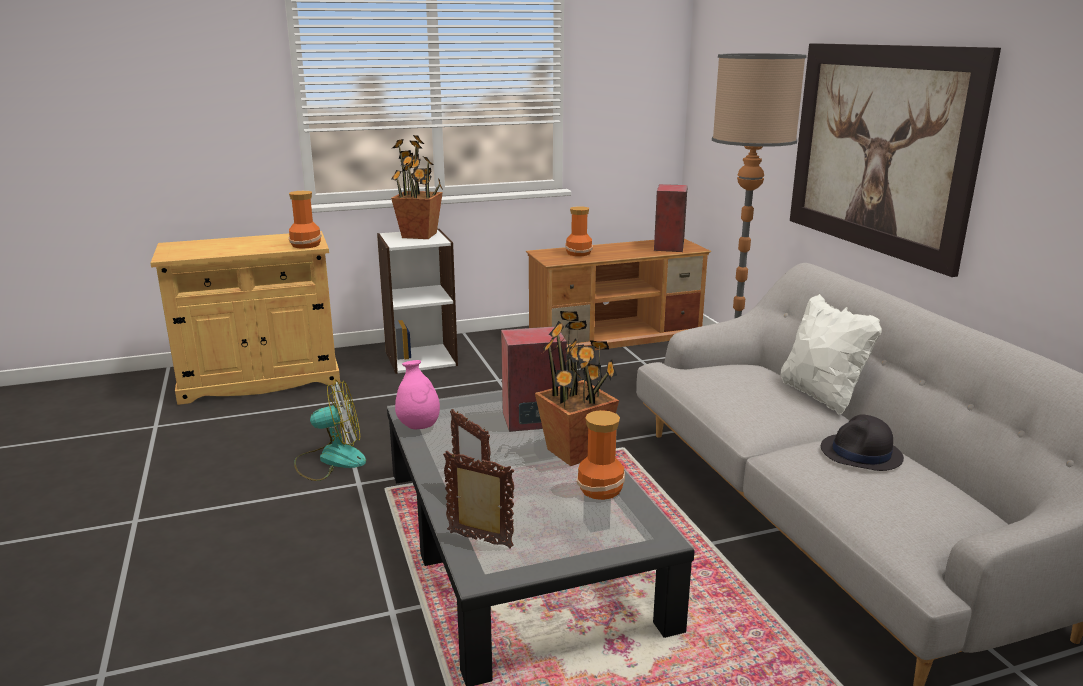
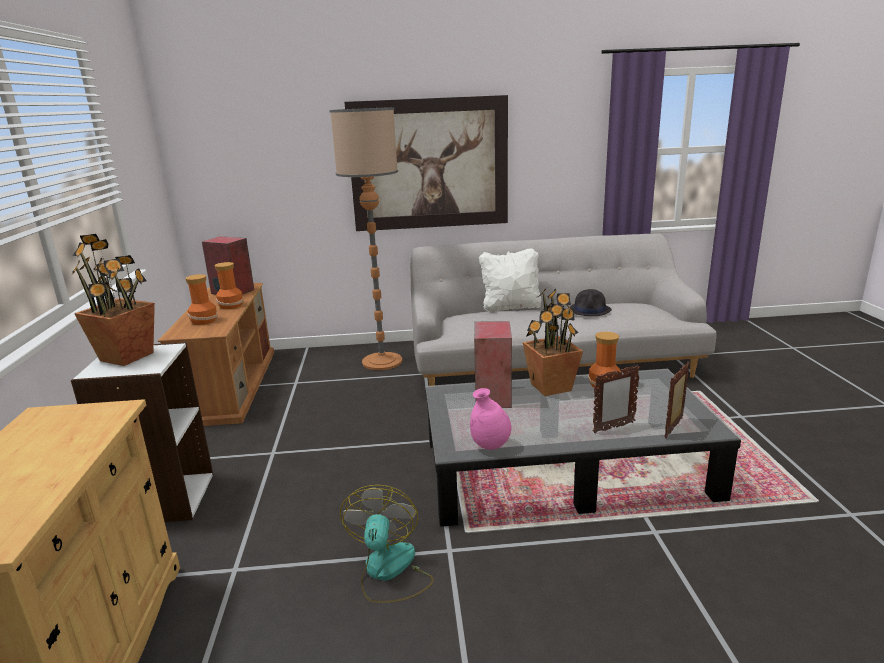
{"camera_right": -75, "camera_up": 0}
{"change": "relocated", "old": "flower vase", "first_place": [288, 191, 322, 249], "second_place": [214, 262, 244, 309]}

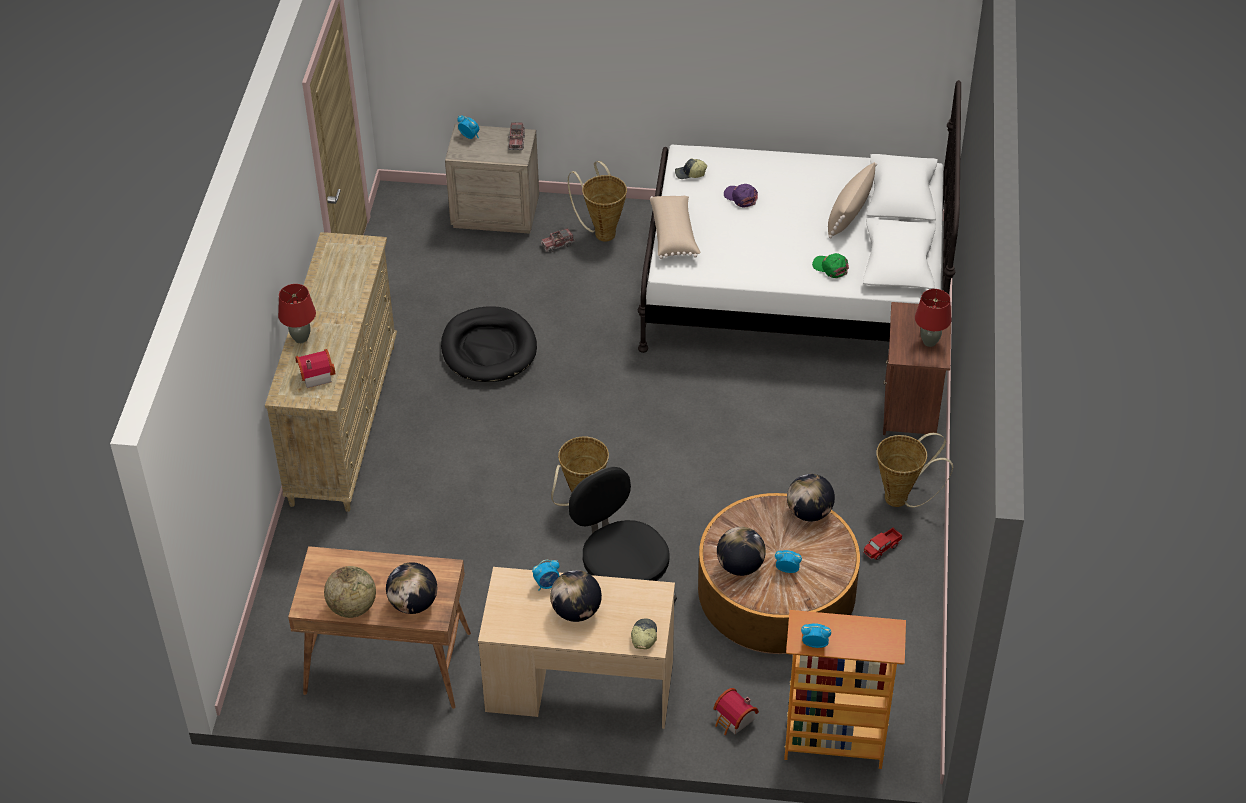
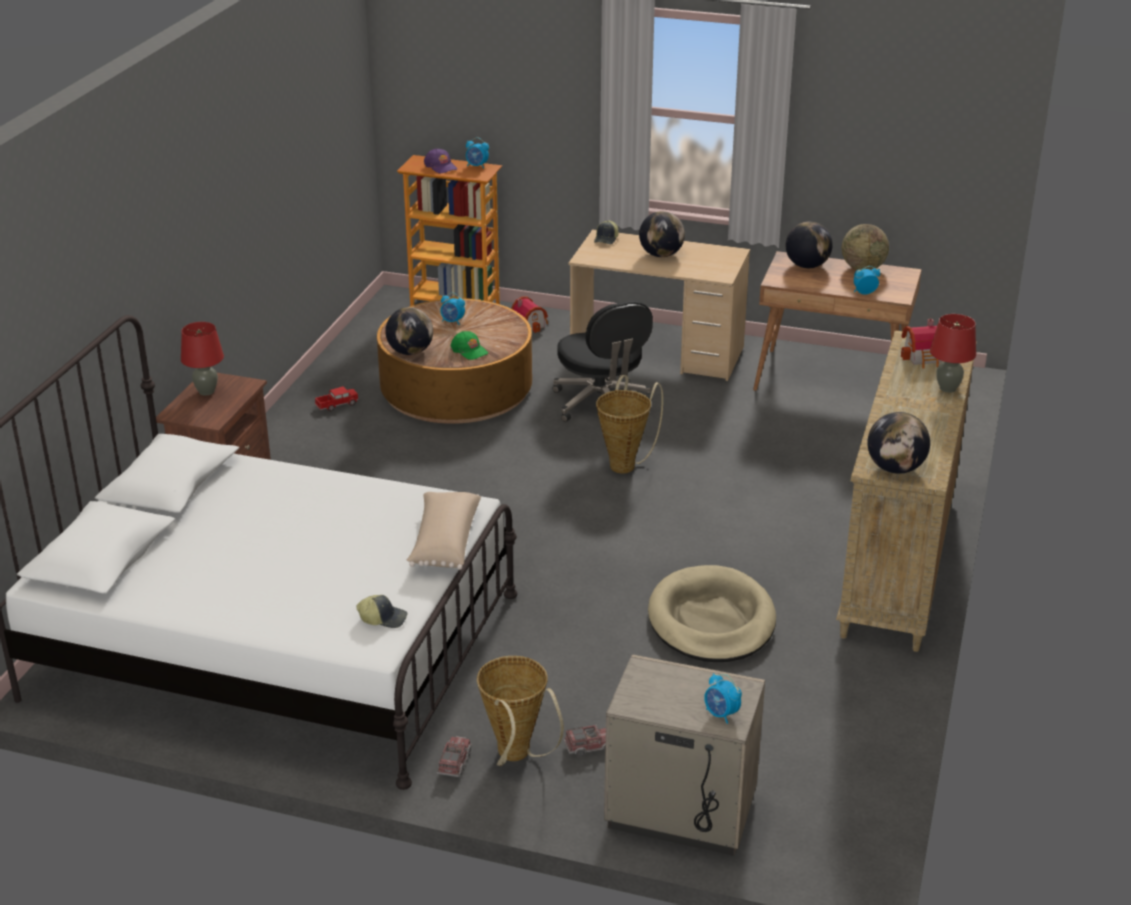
{"camera_right": -170, "camera_up": -15}
{"change": "colour", "old": "black dog cushion", "new": "sand-coloured dog cushion", "first_place": [441, 306, 537, 382], "second_place": [648, 565, 776, 662]}
{"change": "relocated", "old": "toy truck", "first_place": [508, 122, 525, 150], "second_place": [437, 736, 472, 777]}
{"change": "relocated", "old": "bedside clock", "first_place": [532, 560, 560, 591], "second_place": [854, 266, 880, 295]}
{"change": "relocated", "old": "globe", "first_place": [717, 527, 766, 576], "second_place": [867, 412, 930, 474]}
{"change": "relocated", "old": "purplish baseball cap", "first_place": [724, 184, 758, 208], "second_place": [424, 148, 457, 174]}
{"change": "relocated", "old": "green-coloured baseball cap", "first_place": [812, 253, 849, 278], "second_place": [451, 331, 488, 360]}
{"change": "missing", "old": "sand-coloured throw pillow", "first_place": [828, 162, 877, 238]}
{"change": "missing", "old": "household basket", "first_place": [876, 433, 953, 508]}

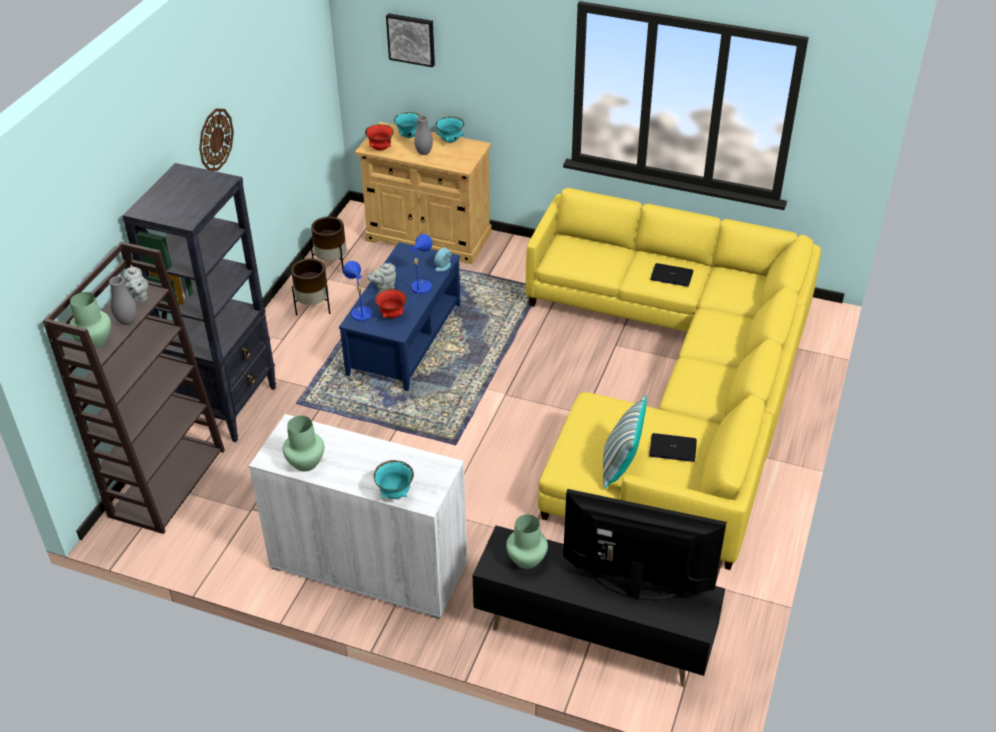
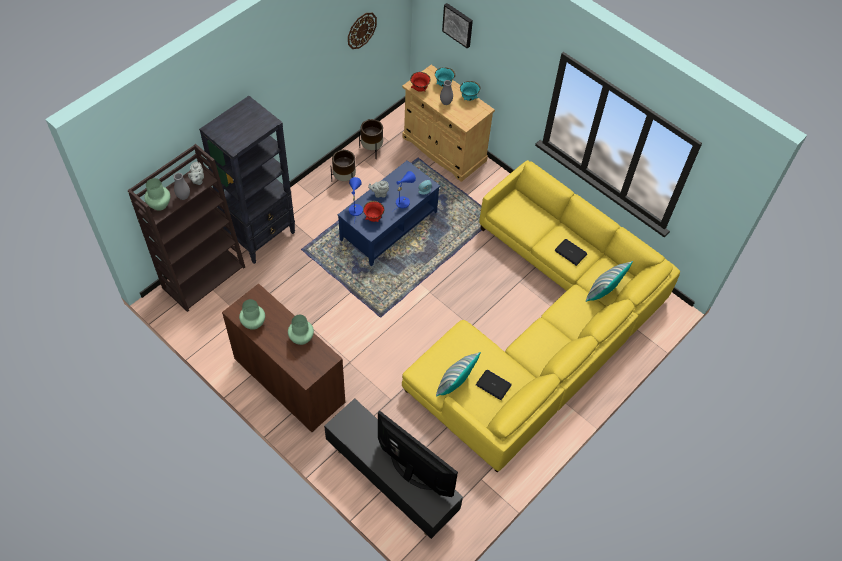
{"camera_right": 20, "camera_up": 15}
{"change": "relocated", "old": "wall clock", "first_place": [199, 109, 234, 171], "second_place": [348, 13, 377, 49]}
{"change": "colour", "old": "white-coloured cupboard", "new": "brown cupboard", "first_place": [249, 414, 467, 619], "second_place": [222, 283, 345, 432]}
{"change": "missing", "old": "turquoise bowl", "first_place": [374, 460, 414, 499]}
{"change": "relocated", "old": "green-coloured flower vase", "first_place": [506, 514, 548, 569], "second_place": [288, 315, 314, 345]}
{"change": "appeared", "new": "throw pillow", "second_place": [586, 261, 633, 302]}

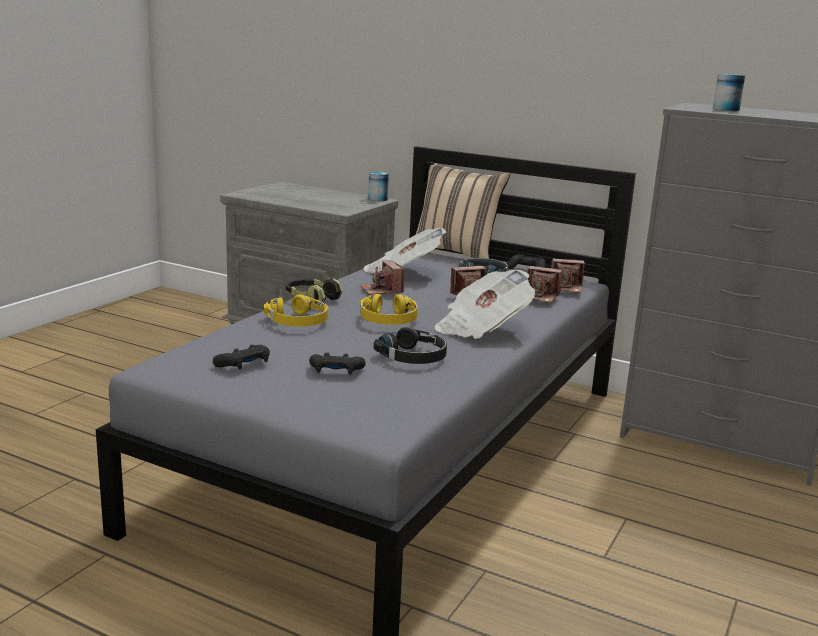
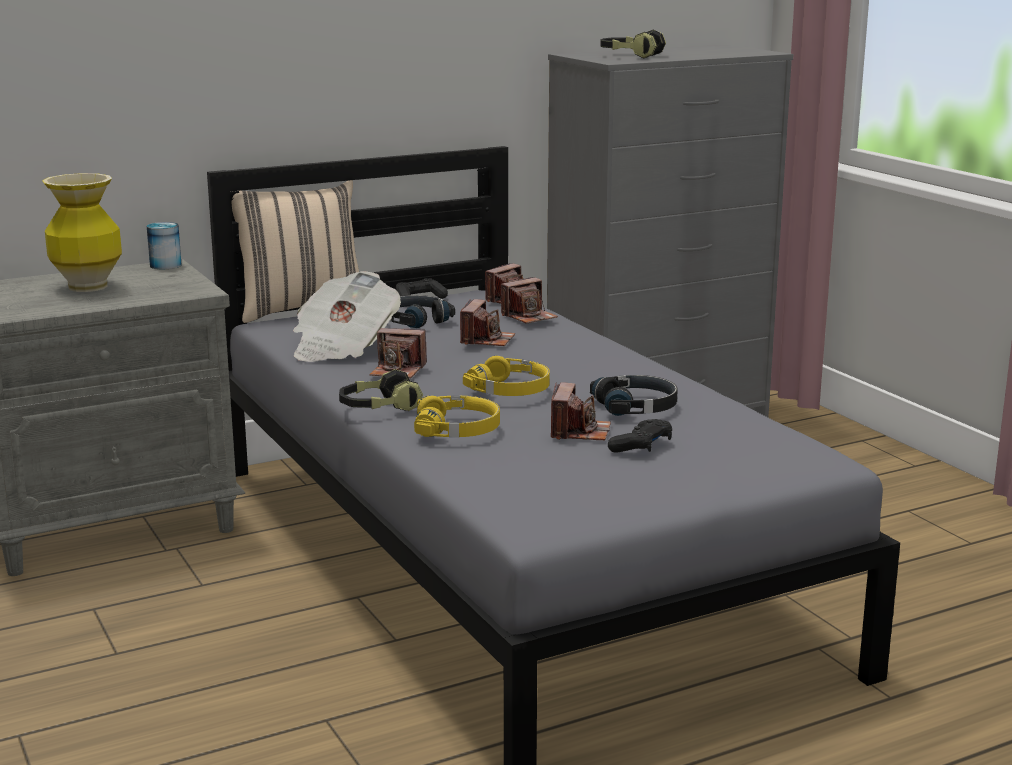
{"camera_right": -55, "camera_up": 0}
{"change": "missing", "old": "black game controller", "first_place": [213, 344, 270, 369]}
{"change": "missing", "old": "daily paper", "first_place": [434, 270, 535, 339]}
{"change": "exchanged", "old": "can", "new": "headset", "first_place": [713, 73, 745, 111], "second_place": [600, 30, 666, 58]}
{"change": "appeared", "new": "flower vase", "second_place": [42, 173, 122, 292]}
{"change": "appeared", "new": "still camera", "second_place": [551, 382, 611, 440]}

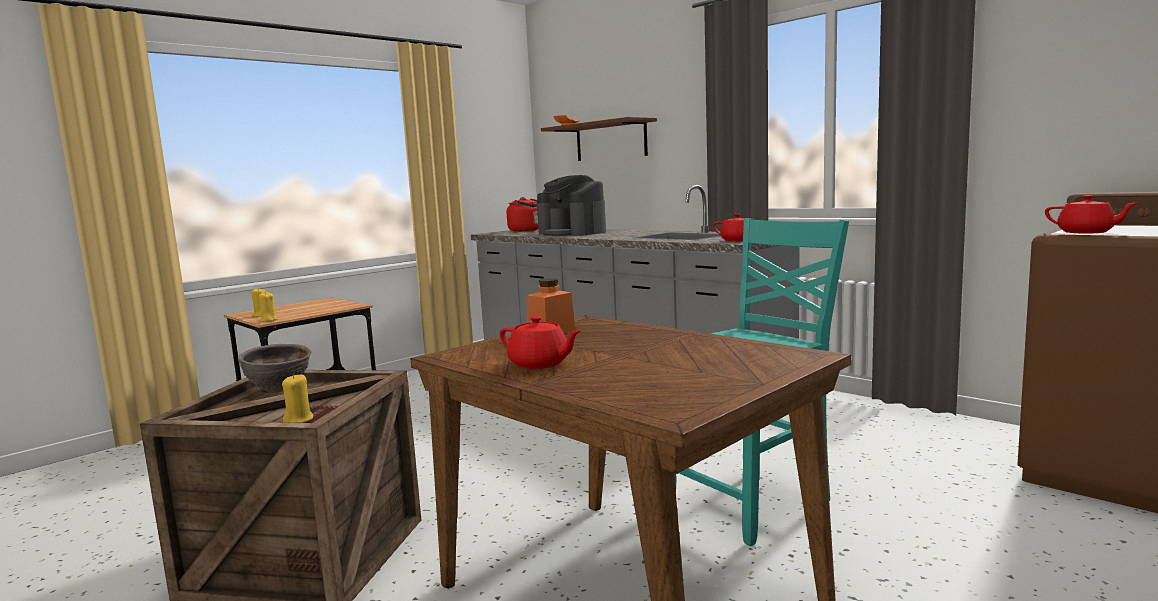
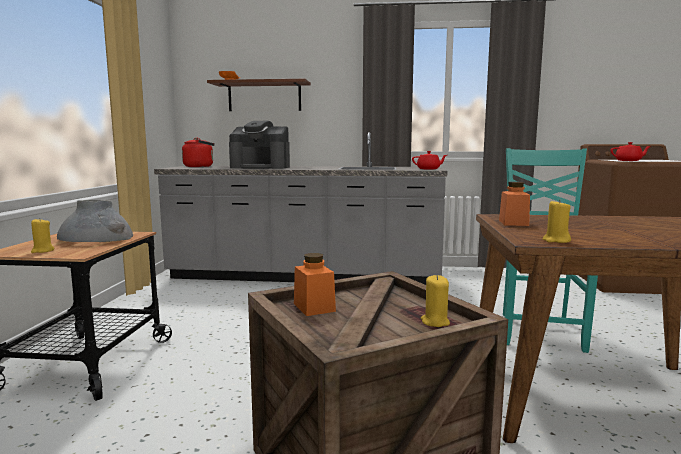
{"camera_right": -40, "camera_up": 0}
{"change": "exchanged", "old": "brown bowl", "new": "orange preserve jar", "first_place": [238, 344, 311, 392], "second_place": [294, 253, 336, 316]}
{"change": "relocated", "old": "yellowish wax light", "first_place": [259, 292, 278, 322], "second_place": [543, 199, 571, 243]}
{"change": "missing", "old": "reddish teapot", "first_place": [500, 316, 582, 369]}
{"change": "appeared", "new": "grey flower vase", "second_place": [57, 200, 133, 242]}

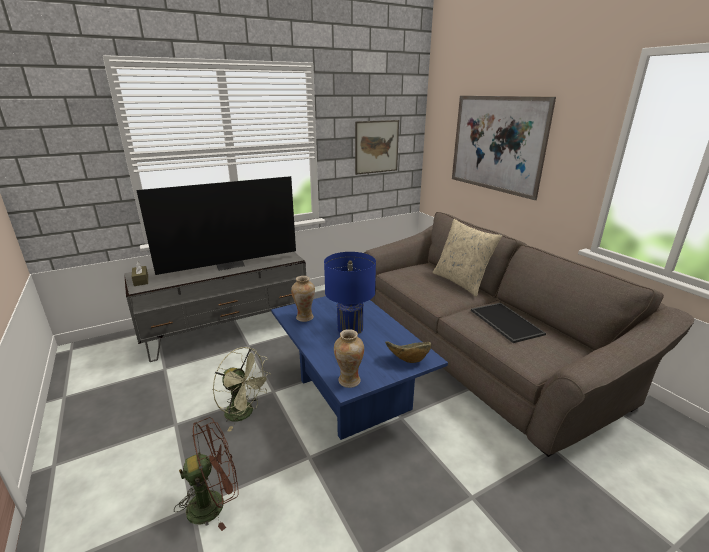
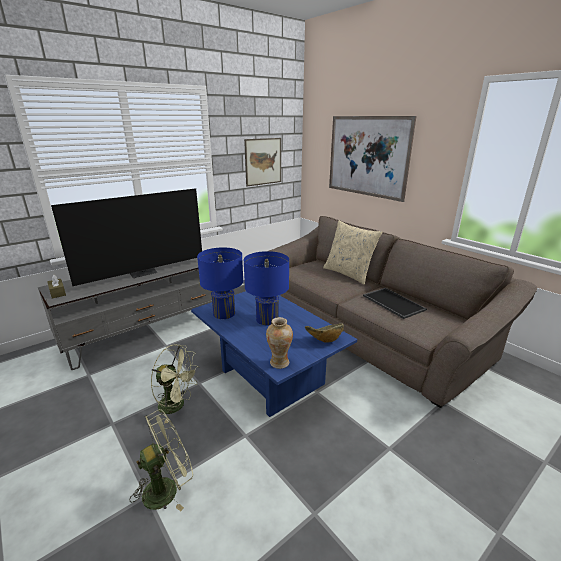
{"camera_right": -10, "camera_up": 0}
{"change": "colour", "old": "brown electric fan", "new": "green-coloured electric fan", "first_place": [174, 417, 239, 531], "second_place": [130, 409, 193, 511]}
{"change": "exchanged", "old": "flower vase", "new": "bluish table lamp", "first_place": [291, 276, 315, 322], "second_place": [197, 247, 243, 319]}

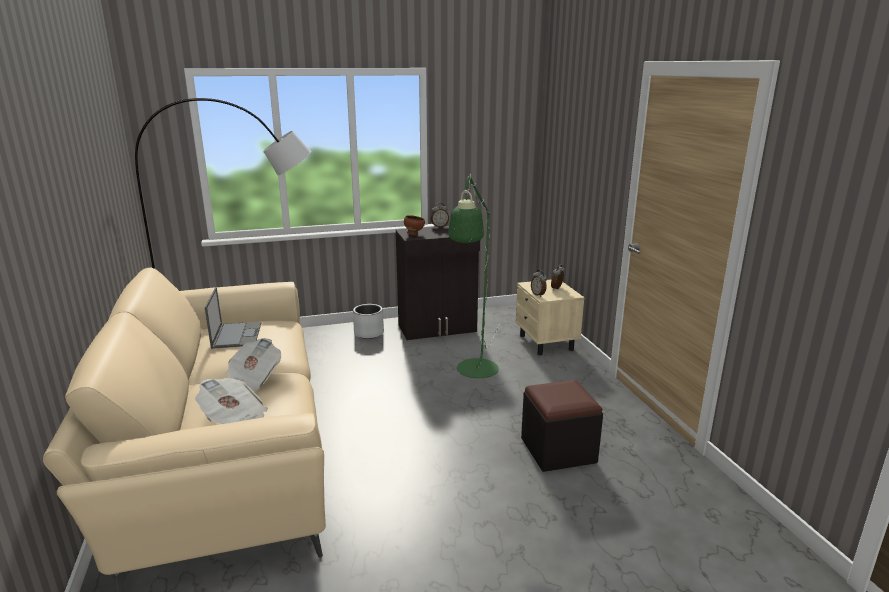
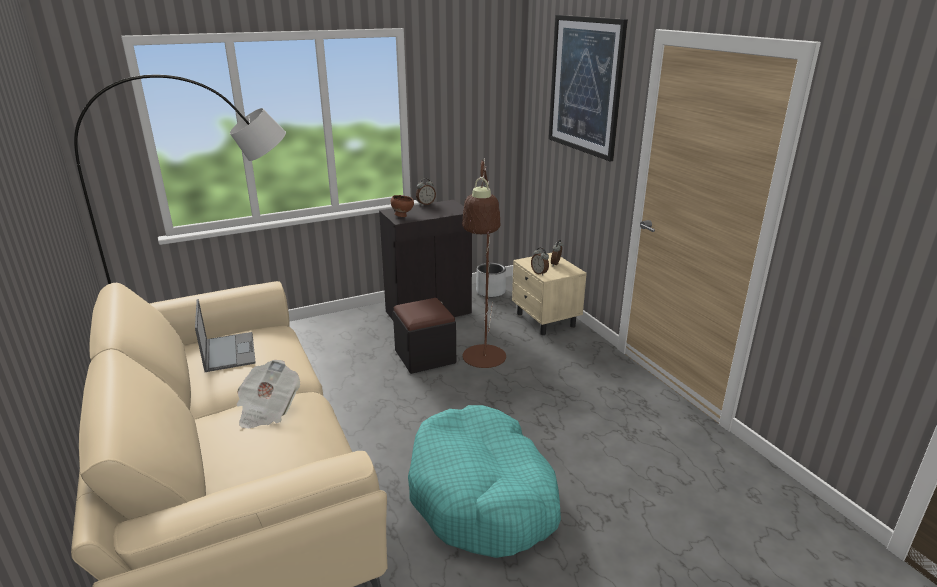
{"camera_right": -10, "camera_up": 5}
{"change": "missing", "old": "daily paper", "first_place": [195, 378, 268, 424]}
{"change": "relocated", "old": "grey flower pot", "first_place": [353, 304, 384, 339], "second_place": [476, 263, 506, 297]}
{"change": "colour", "old": "green-coloured standard lamp", "new": "brown standard lamp", "first_place": [448, 174, 500, 378], "second_place": [462, 158, 506, 368]}
{"change": "relocated", "old": "black pouffe", "first_place": [521, 380, 603, 472], "second_place": [393, 298, 456, 374]}
{"change": "appeared", "new": "turquoise dog cushion", "second_place": [408, 405, 561, 558]}
{"change": "appeared", "new": "wall picture", "second_place": [549, 15, 628, 162]}

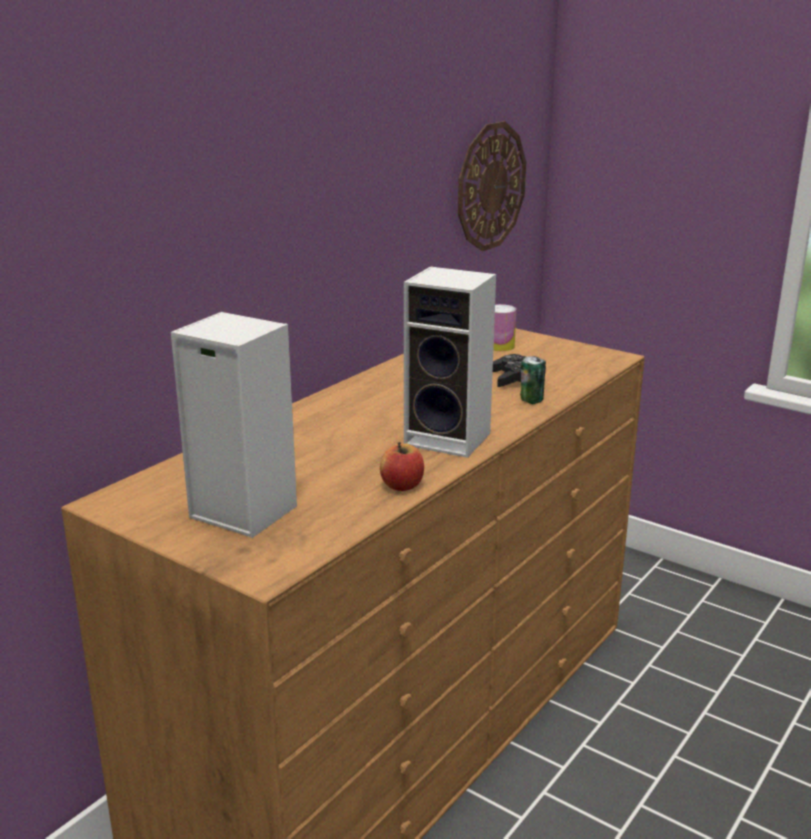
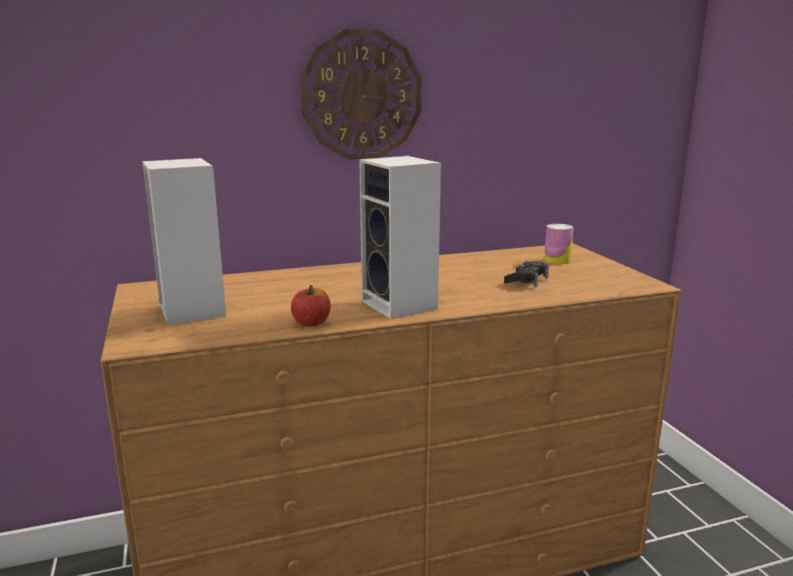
{"camera_right": 35, "camera_up": -5}
{"change": "relocated", "old": "wall clock", "first_place": [458, 121, 526, 251], "second_place": [300, 29, 422, 160]}
{"change": "missing", "old": "can", "first_place": [520, 356, 546, 404]}

